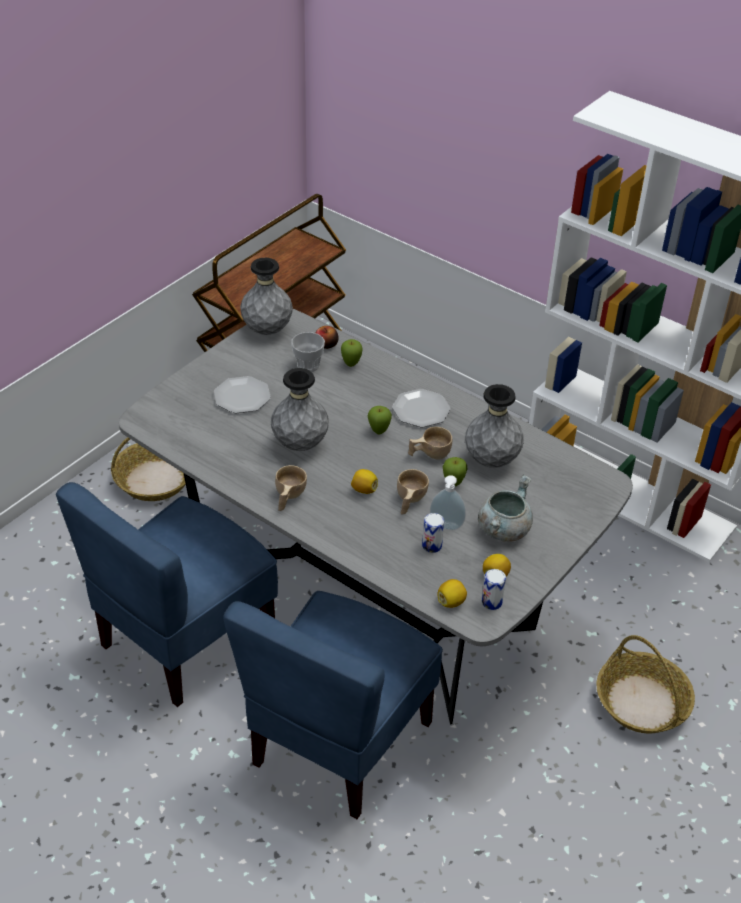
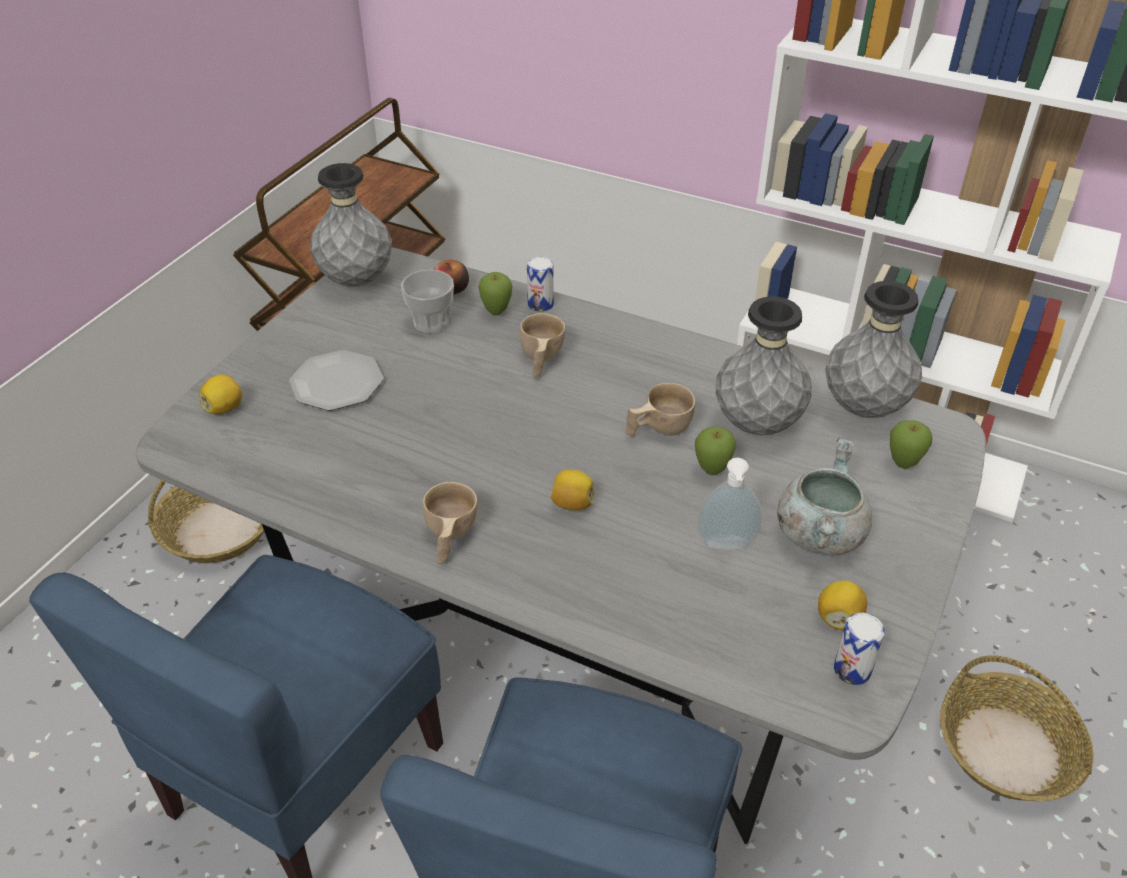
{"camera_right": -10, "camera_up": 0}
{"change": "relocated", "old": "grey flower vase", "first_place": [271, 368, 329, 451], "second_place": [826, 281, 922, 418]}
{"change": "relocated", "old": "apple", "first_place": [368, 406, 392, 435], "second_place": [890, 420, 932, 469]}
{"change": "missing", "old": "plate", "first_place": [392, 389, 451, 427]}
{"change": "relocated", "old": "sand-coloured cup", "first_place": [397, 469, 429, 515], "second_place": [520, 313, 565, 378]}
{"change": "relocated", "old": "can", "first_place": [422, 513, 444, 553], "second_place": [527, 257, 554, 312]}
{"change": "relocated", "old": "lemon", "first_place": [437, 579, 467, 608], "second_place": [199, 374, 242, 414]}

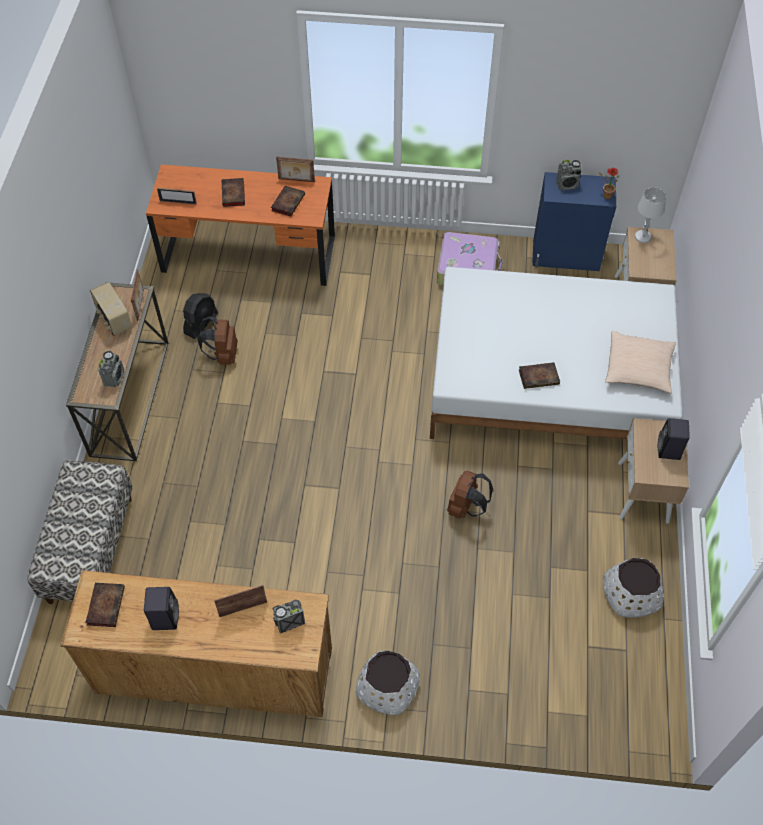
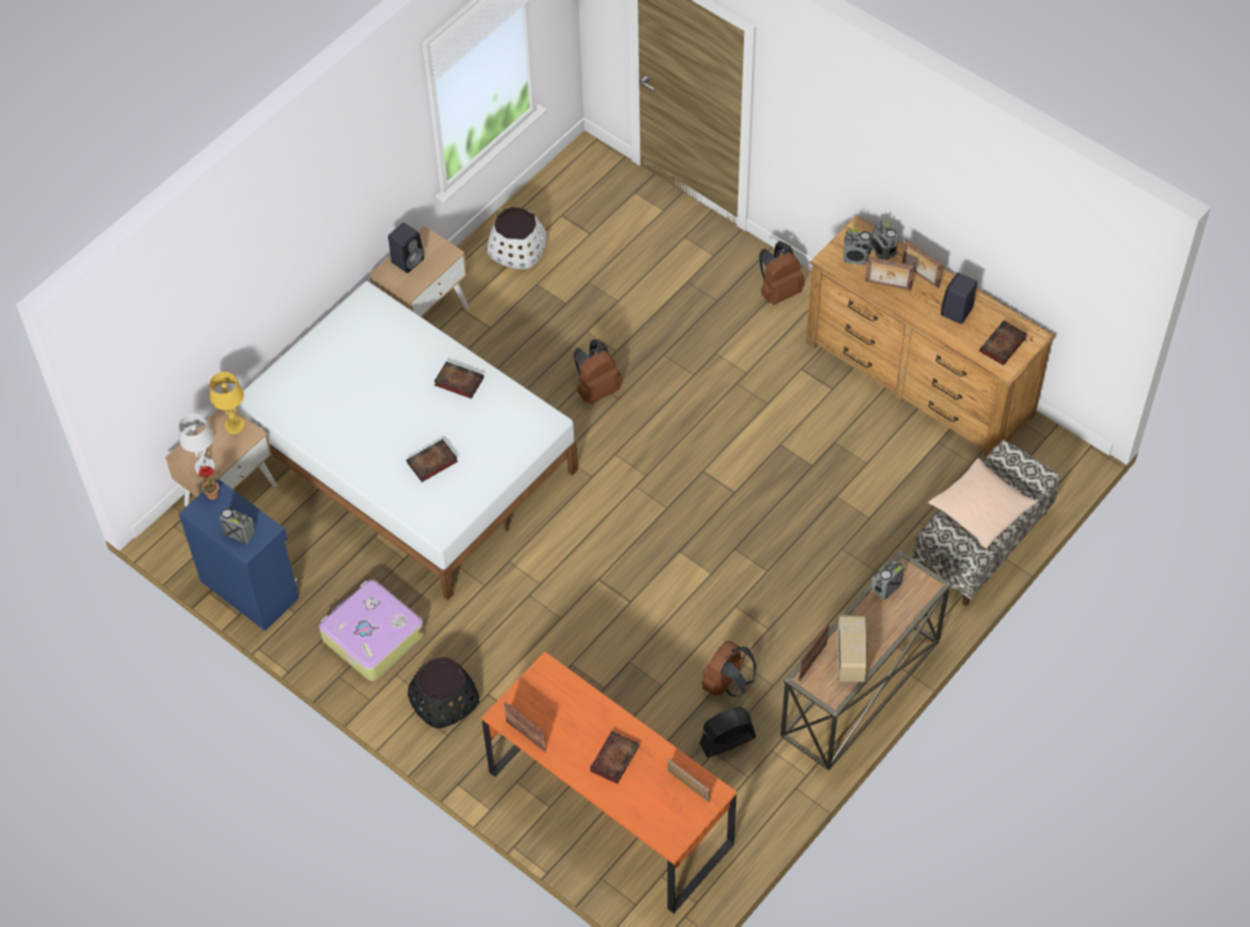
{"camera_right": -145, "camera_up": 0}
{"change": "relocated", "old": "book", "first_place": [271, 186, 305, 217], "second_place": [406, 439, 458, 482]}
{"change": "exchanged", "old": "white-coloured flower pot", "new": "brown rucksack", "first_place": [356, 651, 420, 715], "second_place": [759, 241, 804, 305]}
{"change": "relocated", "old": "sand-coloured throw pillow", "first_place": [605, 331, 676, 393], "second_place": [928, 458, 1037, 549]}
{"change": "appeared", "new": "yellowish table lamp", "second_place": [210, 372, 245, 434]}
{"change": "appeared", "new": "black flower pot", "second_place": [408, 657, 479, 728]}
{"change": "appeared", "new": "radio receiver", "second_place": [871, 220, 899, 260]}
{"change": "appeared", "new": "standing frame", "second_place": [902, 239, 943, 288]}

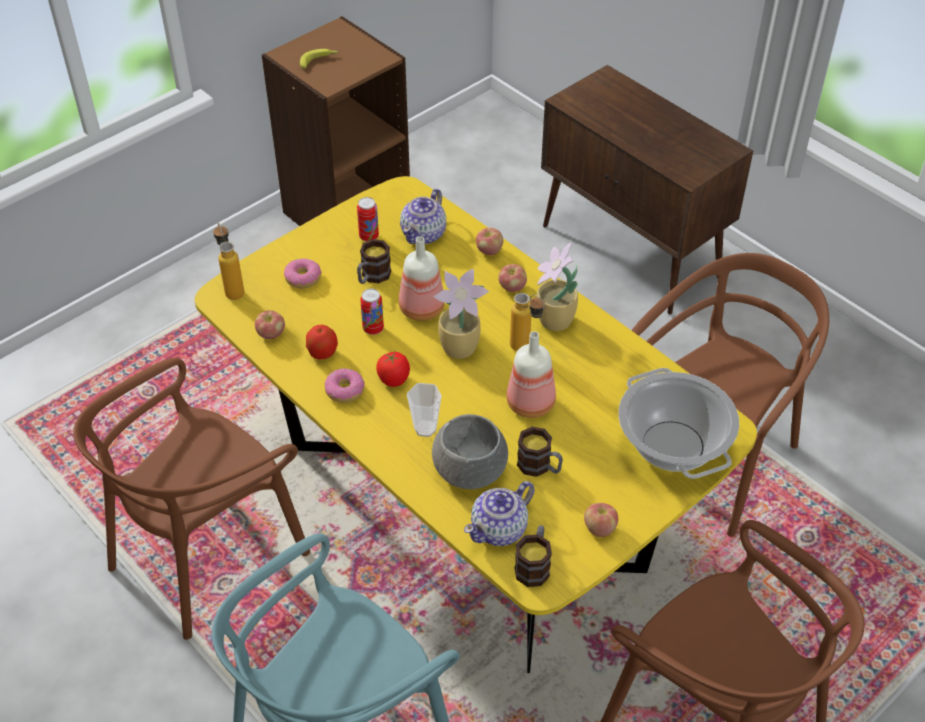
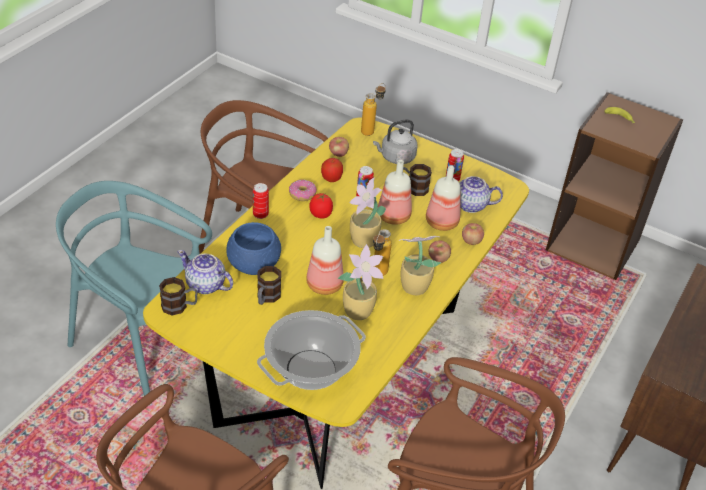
{"camera_right": 70, "camera_up": -5}
{"change": "exchanged", "old": "doughnut", "new": "grey tea kettle", "first_place": [284, 258, 322, 289], "second_place": [373, 119, 418, 164]}
{"change": "missing", "old": "cup", "first_place": [407, 383, 442, 437]}
{"change": "colour", "old": "grey bowl", "new": "bluish bowl", "first_place": [432, 414, 508, 489], "second_place": [227, 222, 281, 275]}
{"change": "missing", "old": "apple", "first_place": [584, 503, 618, 537]}
{"change": "appeared", "new": "can", "second_place": [253, 183, 269, 219]}
{"change": "appeared", "new": "potted plant", "second_place": [338, 244, 383, 320]}
{"change": "appeared", "new": "beverage bottle", "second_place": [426, 165, 461, 231]}

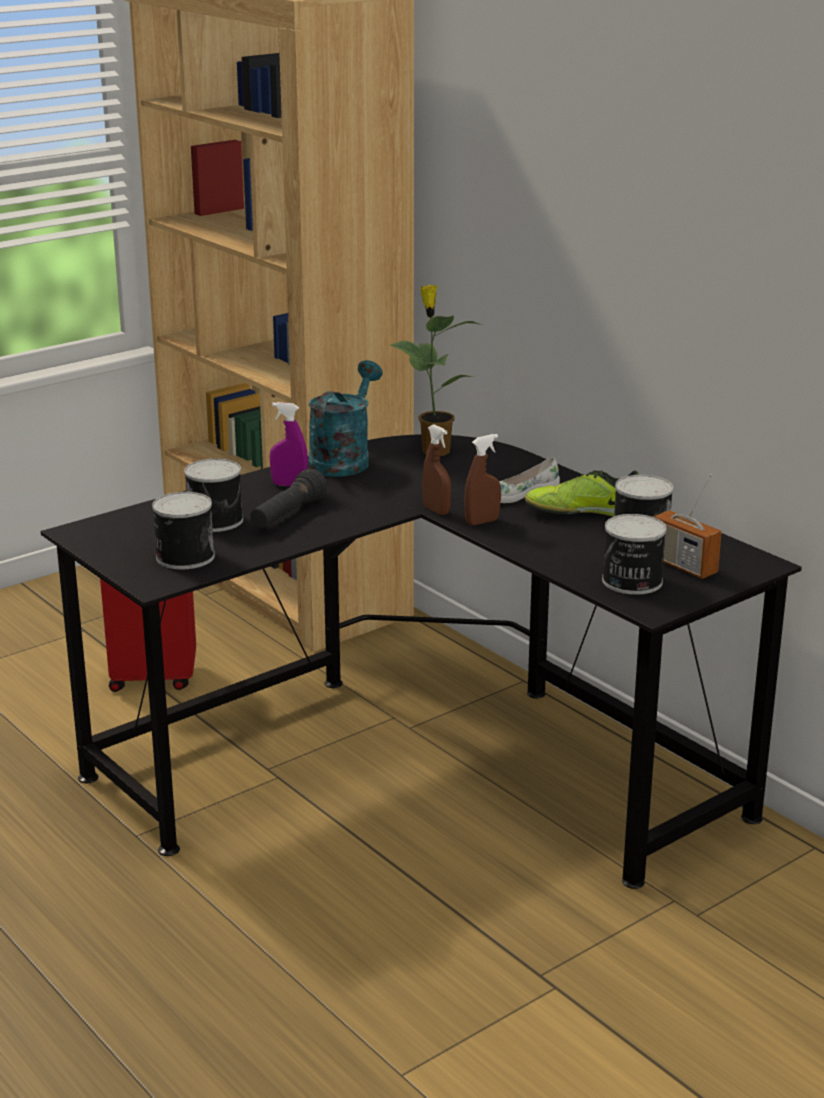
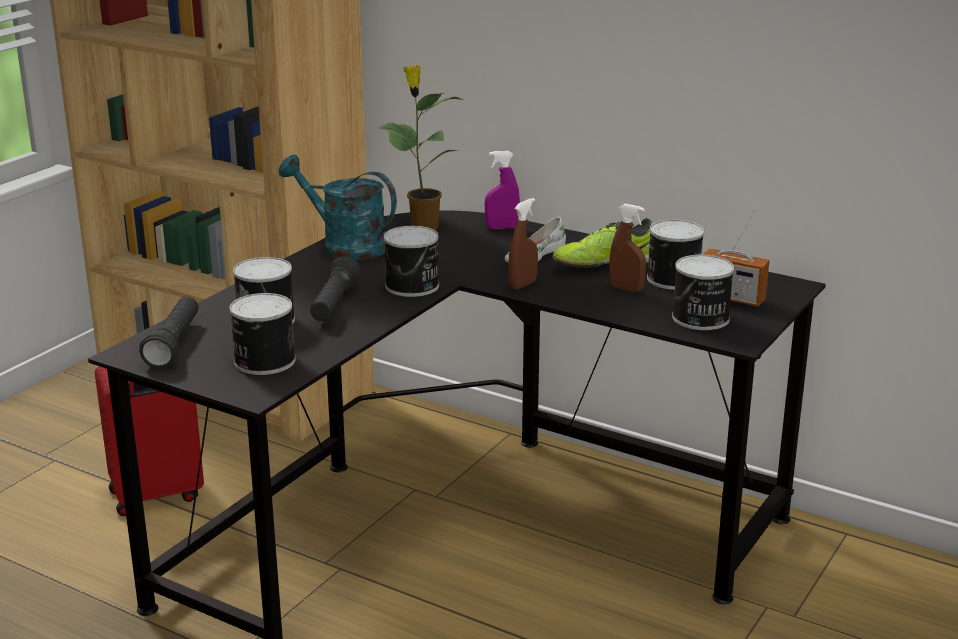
{"camera_right": -20, "camera_up": 0}
{"change": "relocated", "old": "purplish spray bottle", "first_place": [270, 402, 308, 486], "second_place": [484, 151, 520, 229]}
{"change": "spun", "old": "turquoise watering pot", "first_place": [308, 360, 383, 477], "second_place": [279, 155, 397, 260], "degrees": -60}
{"change": "relocated", "old": "brown spray bottle", "first_place": [422, 424, 451, 515], "second_place": [609, 204, 646, 292]}
{"change": "appeared", "new": "black hand torch", "second_place": [139, 296, 199, 368]}
{"change": "appeared", "new": "can", "second_place": [384, 226, 439, 297]}

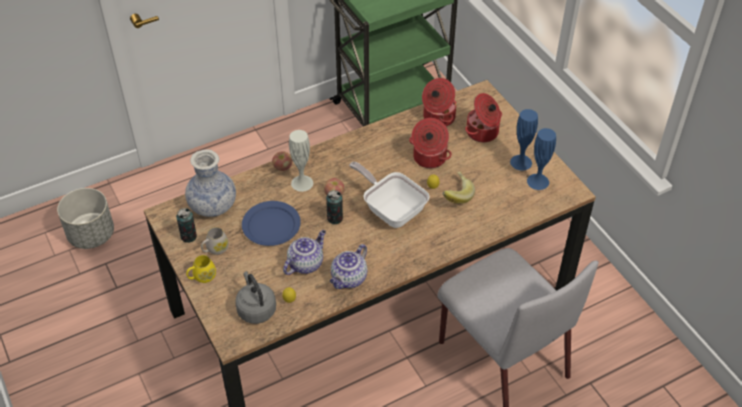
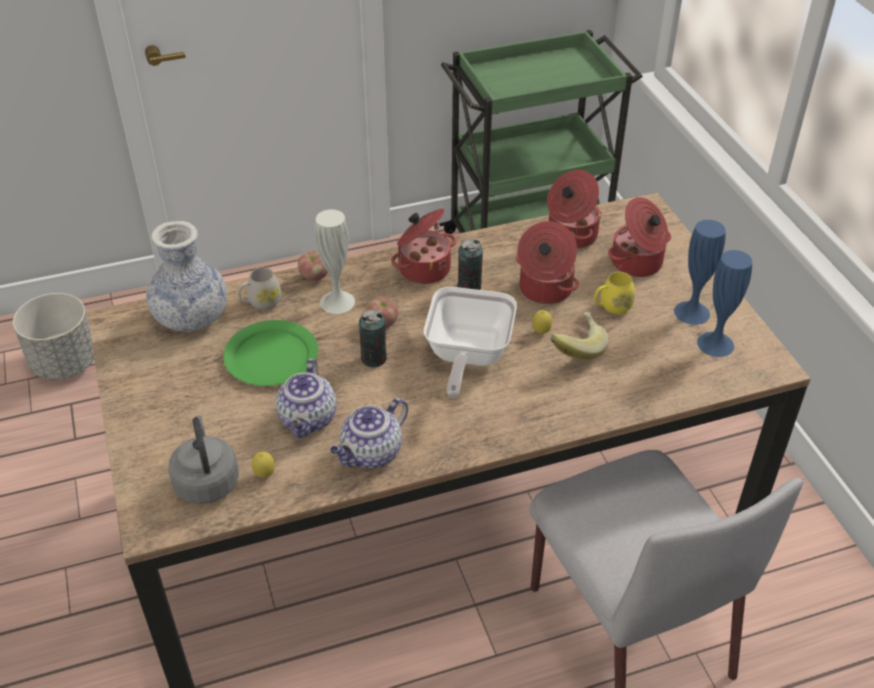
{"camera_right": 10, "camera_up": -5}
{"change": "relocated", "old": "can", "first_place": [176, 208, 197, 243], "second_place": [457, 239, 483, 290]}
{"change": "relocated", "old": "yellowish mug", "first_place": [186, 255, 216, 283], "second_place": [594, 272, 635, 314]}
{"change": "relocated", "old": "white-coloured mug", "first_place": [201, 227, 229, 255], "second_place": [238, 267, 281, 310]}
{"change": "colour", "old": "bluish plate", "new": "green-coloured plate", "first_place": [242, 201, 301, 246], "second_place": [223, 320, 318, 386]}
{"change": "spun", "old": "teapot", "first_place": [283, 230, 326, 275], "second_place": [276, 359, 337, 438], "degrees": 135}
{"change": "spun", "old": "pan", "first_place": [349, 162, 430, 228], "second_place": [424, 287, 517, 398], "degrees": -135}
{"change": "appeared", "new": "cooking pot", "second_place": [391, 208, 456, 284]}

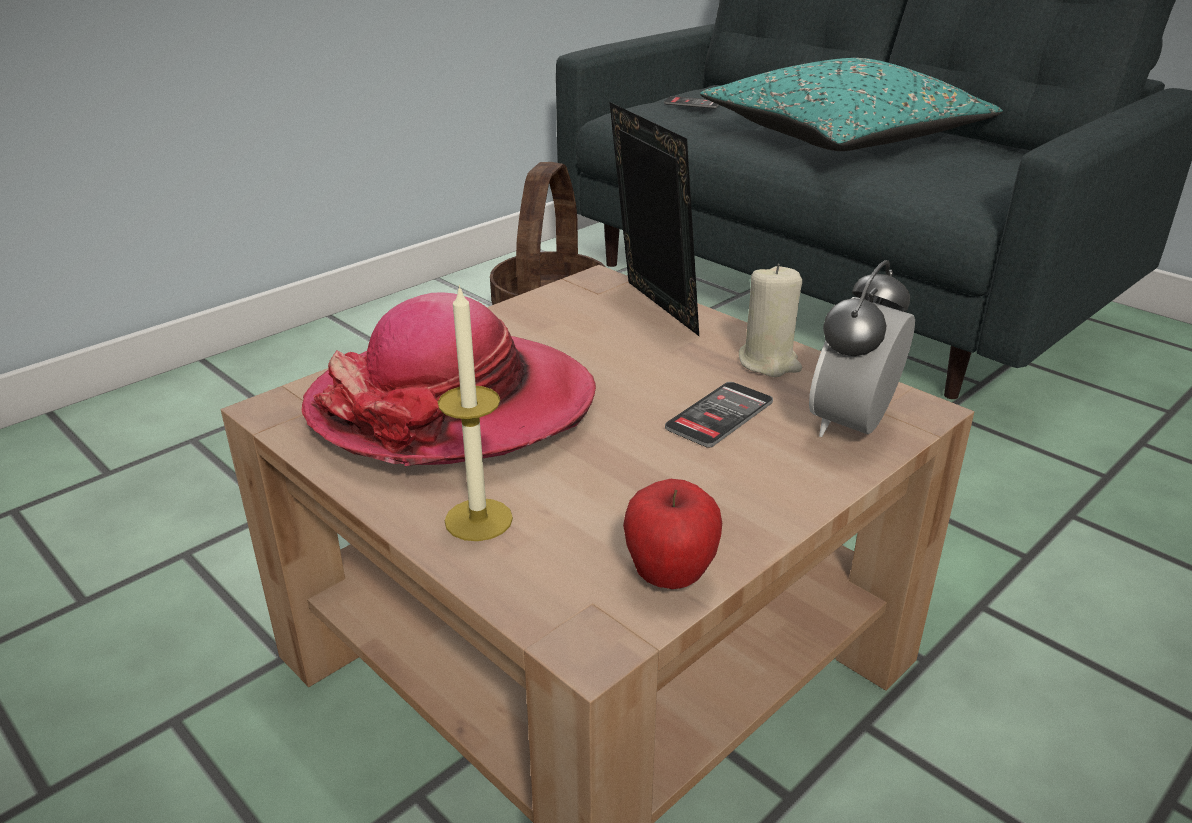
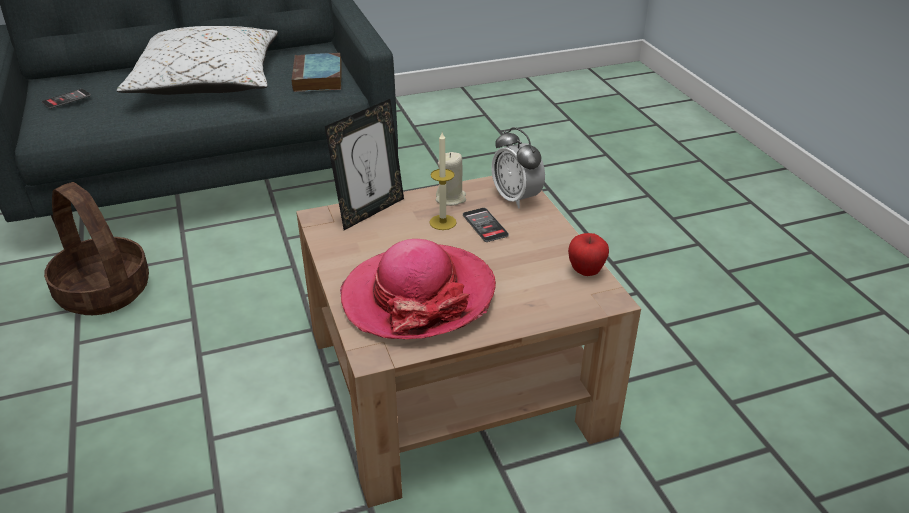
{"camera_right": -65, "camera_up": 5}
{"change": "relocated", "old": "wax light", "first_place": [438, 285, 513, 541], "second_place": [429, 132, 457, 230]}
{"change": "spun", "old": "standing frame", "first_place": [610, 102, 699, 336], "second_place": [325, 99, 404, 230], "degrees": 135}
{"change": "colour", "old": "turquoise throw pillow", "new": "white-coloured throw pillow", "first_place": [700, 58, 1003, 151], "second_place": [117, 26, 278, 95]}
{"change": "appeared", "new": "book", "second_place": [291, 53, 342, 92]}

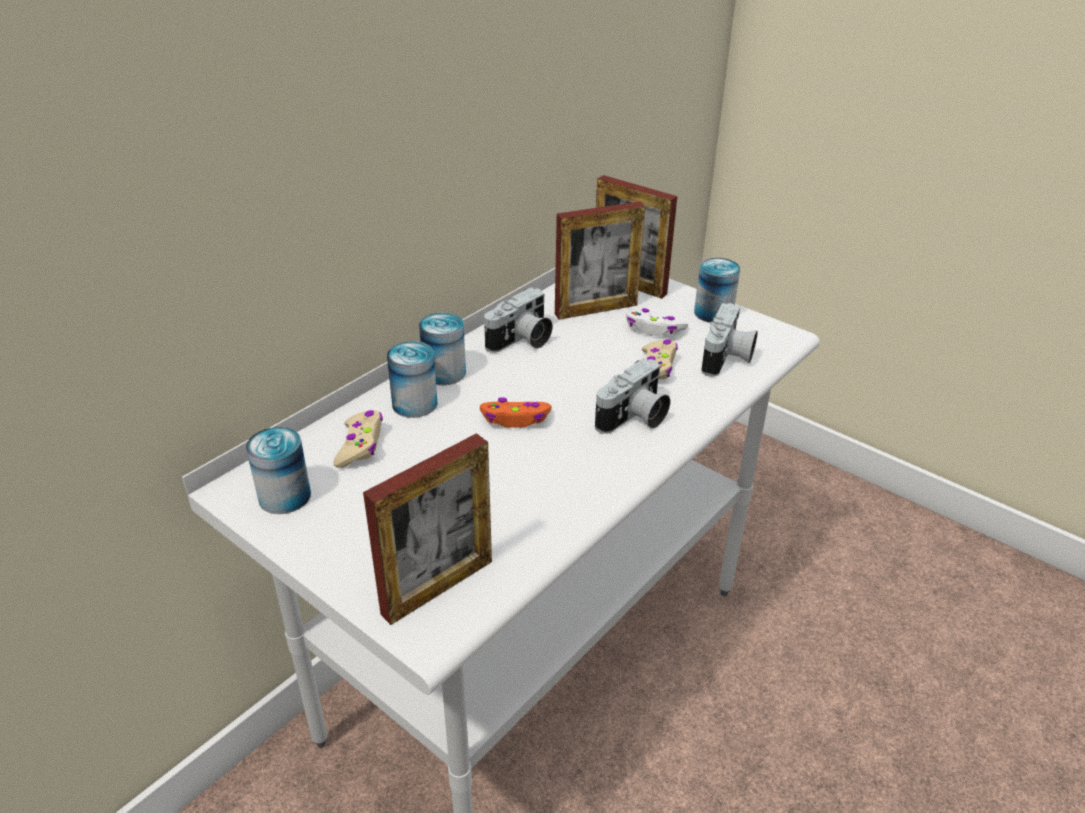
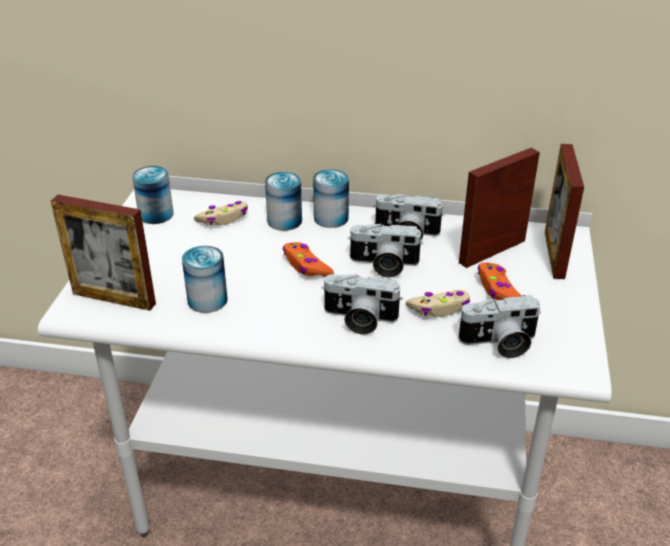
{"camera_right": 60, "camera_up": 0}
{"change": "spun", "old": "standing frame", "first_place": [555, 201, 645, 320], "second_place": [459, 148, 540, 268], "degrees": 105}
{"change": "colour", "old": "white-coloured game controller", "new": "orange game controller", "first_place": [626, 308, 688, 336], "second_place": [478, 262, 521, 300]}
{"change": "relocated", "old": "can", "first_place": [694, 258, 740, 323], "second_place": [182, 246, 228, 313]}
{"change": "appeared", "new": "still camera", "second_place": [348, 224, 423, 278]}

